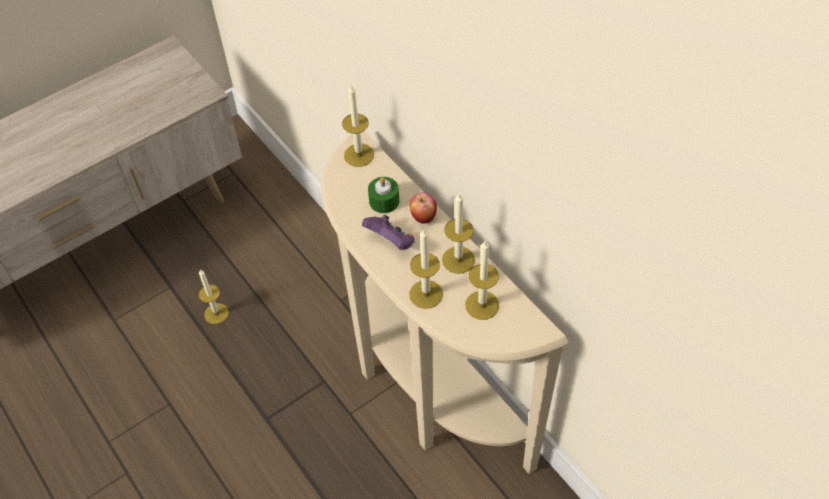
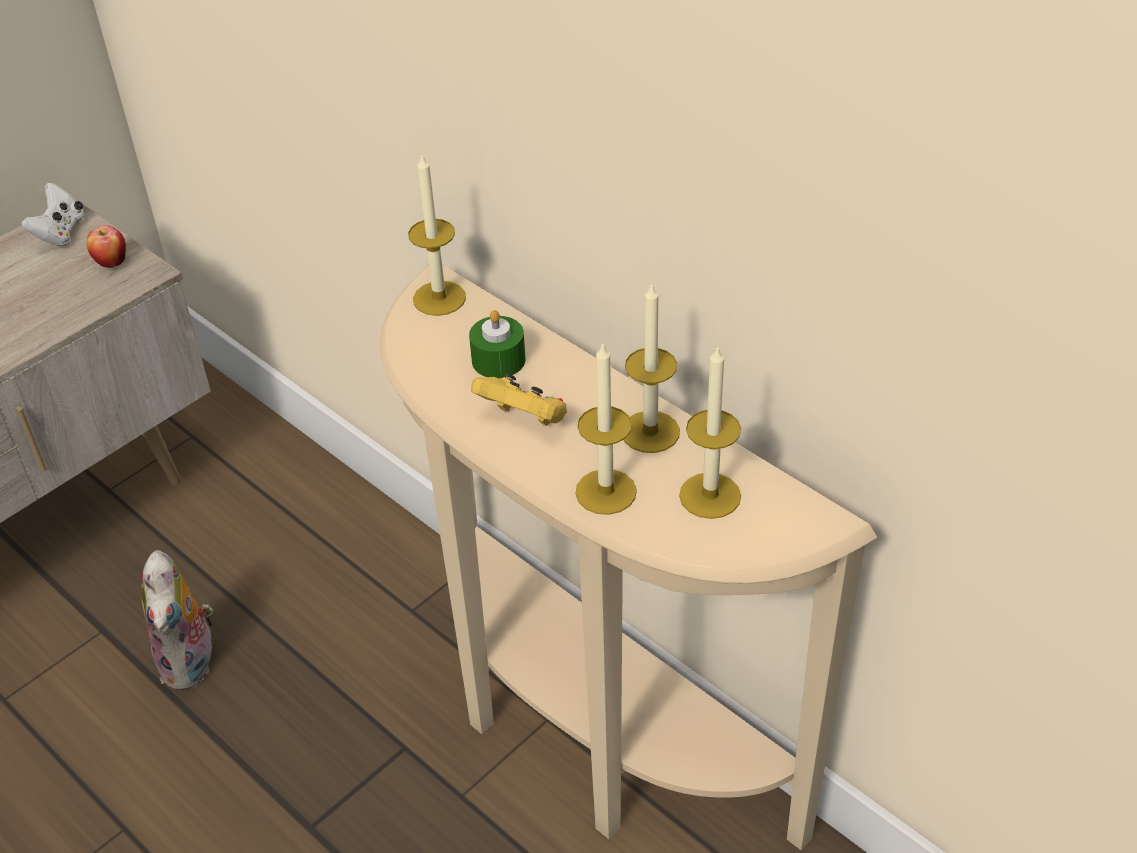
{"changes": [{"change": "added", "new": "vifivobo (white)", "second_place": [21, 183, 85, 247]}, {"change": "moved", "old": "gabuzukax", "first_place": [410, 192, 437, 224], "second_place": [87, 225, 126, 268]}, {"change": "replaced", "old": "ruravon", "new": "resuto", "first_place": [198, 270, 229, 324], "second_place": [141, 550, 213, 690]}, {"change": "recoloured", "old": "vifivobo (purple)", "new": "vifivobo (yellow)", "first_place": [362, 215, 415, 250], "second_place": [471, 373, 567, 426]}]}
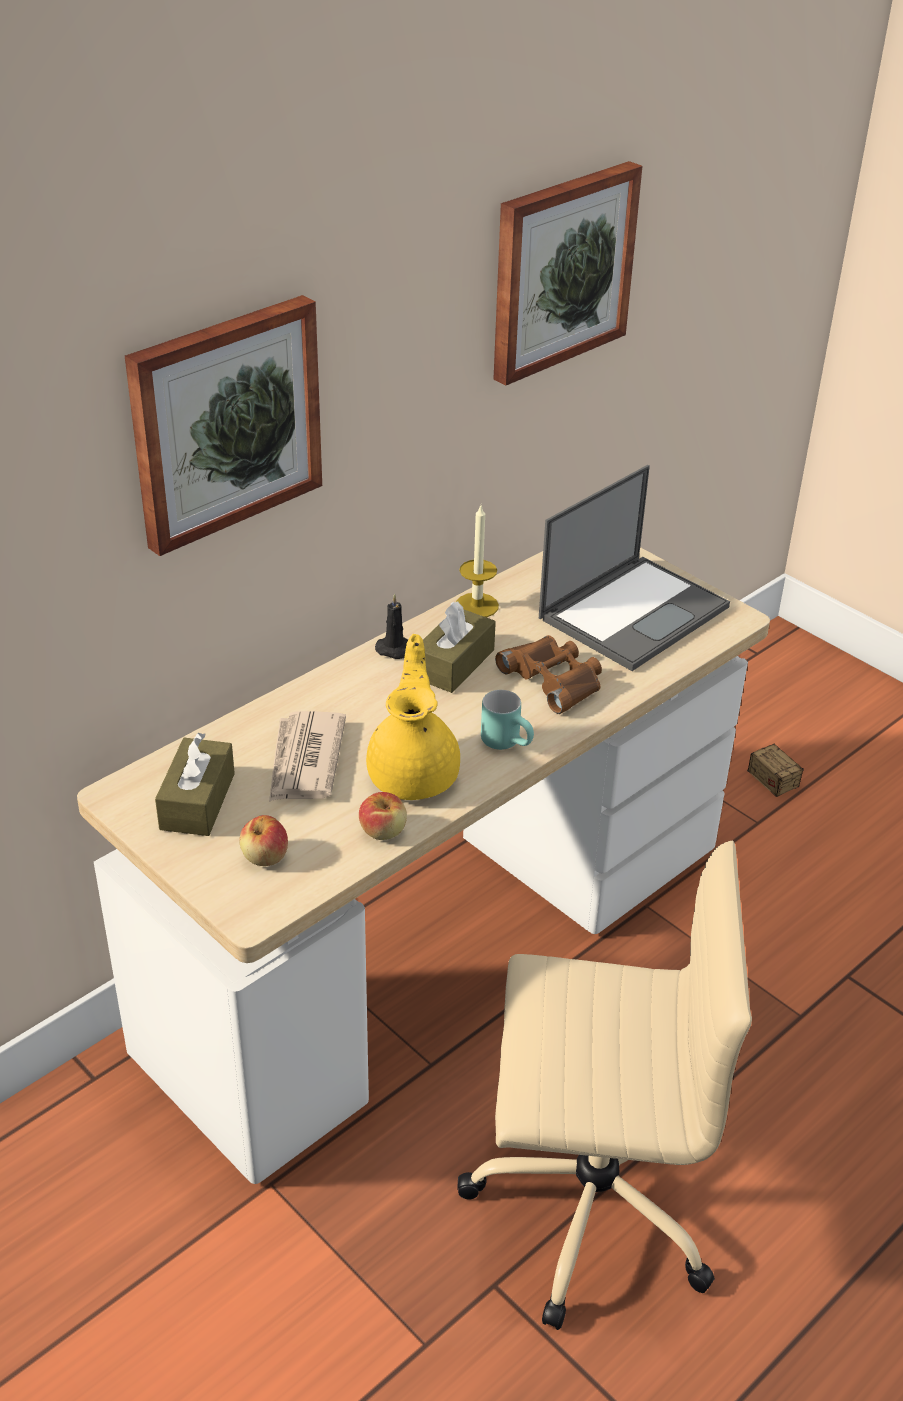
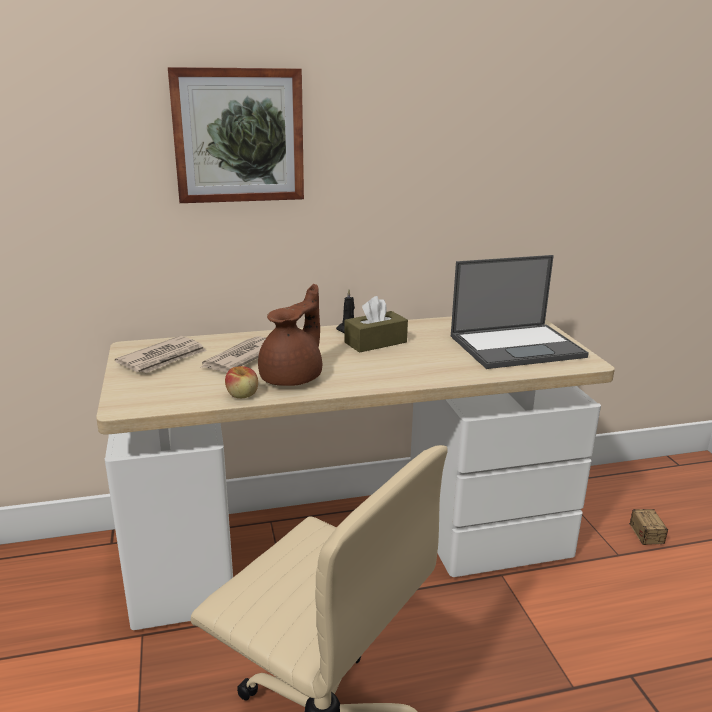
{"changes": [{"change": "replaced", "old": "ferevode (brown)", "new": "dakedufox", "first_place": [155, 732, 235, 836], "second_place": [115, 336, 207, 373]}, {"change": "recoloured", "old": "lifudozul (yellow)", "new": "lifudozul (brown)", "first_place": [366, 634, 460, 800], "second_place": [258, 284, 322, 386]}, {"change": "removed", "old": "gabuzukax", "first_place": [239, 815, 288, 866]}, {"change": "removed", "old": "ruravon", "first_place": [456, 506, 499, 617]}, {"change": "removed", "old": "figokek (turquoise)", "first_place": [481, 690, 534, 750]}, {"change": "removed", "old": "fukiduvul", "first_place": [493, 161, 642, 386]}, {"change": "removed", "old": "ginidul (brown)", "first_place": [495, 635, 602, 714]}]}
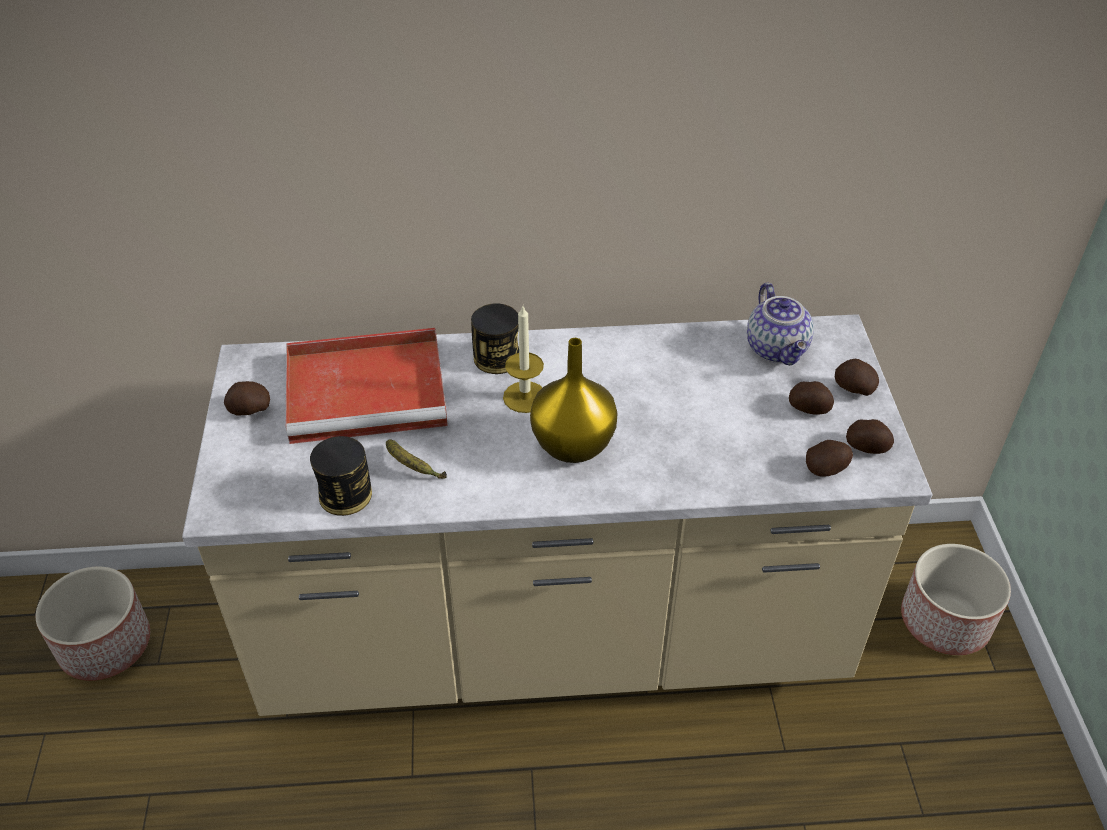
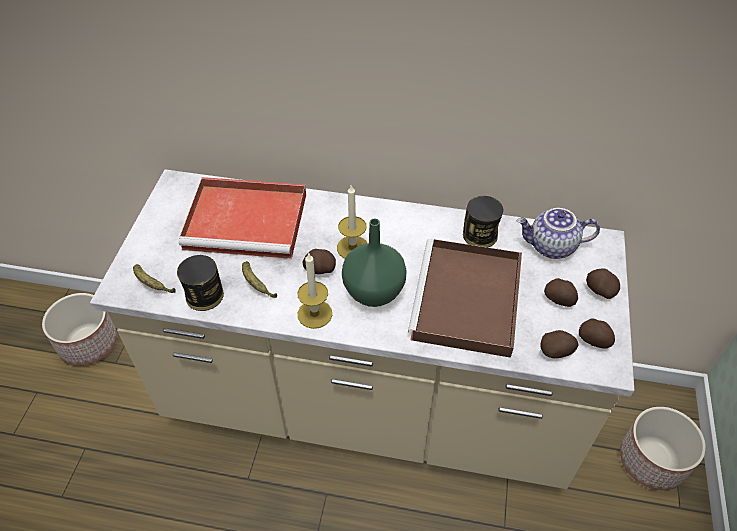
{"changes": [{"change": "added", "new": "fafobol", "second_place": [133, 264, 176, 293]}, {"change": "added", "new": "ruravon", "second_place": [297, 252, 332, 329]}, {"change": "moved", "old": "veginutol", "first_place": [224, 381, 270, 415], "second_place": [302, 249, 336, 274]}, {"change": "recoloured", "old": "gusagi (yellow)", "new": "gusagi (green)", "first_place": [530, 338, 618, 463], "second_place": [342, 218, 407, 307]}, {"change": "added", "new": "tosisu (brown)", "second_place": [408, 239, 522, 358]}, {"change": "moved", "old": "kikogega", "first_place": [471, 303, 519, 374], "second_place": [463, 196, 503, 247]}, {"change": "turned", "old": "lifudozul", "first_place": [747, 283, 814, 365], "second_place": [517, 208, 600, 259], "degrees": 90}]}
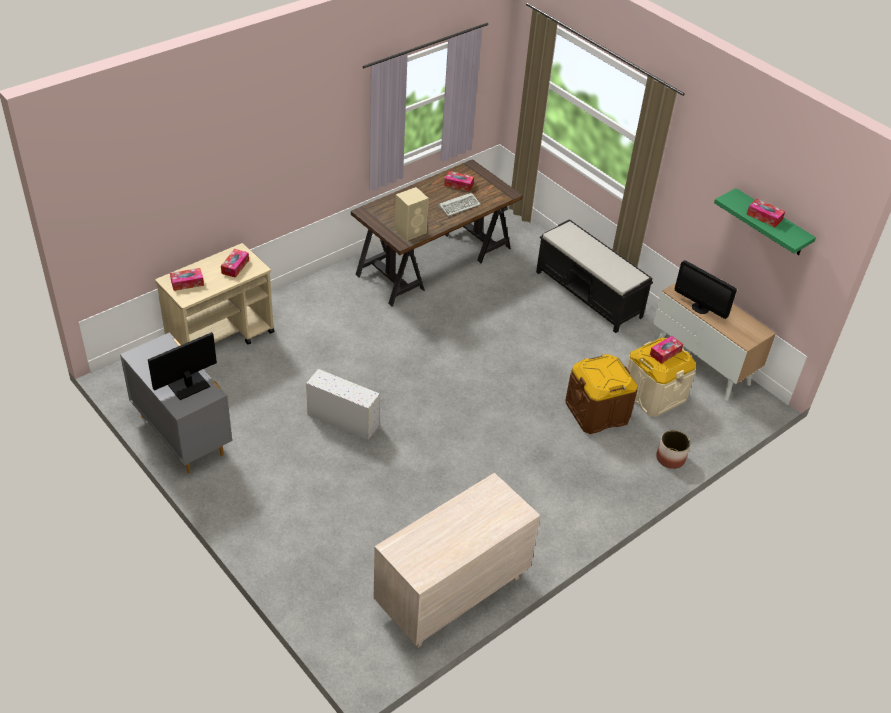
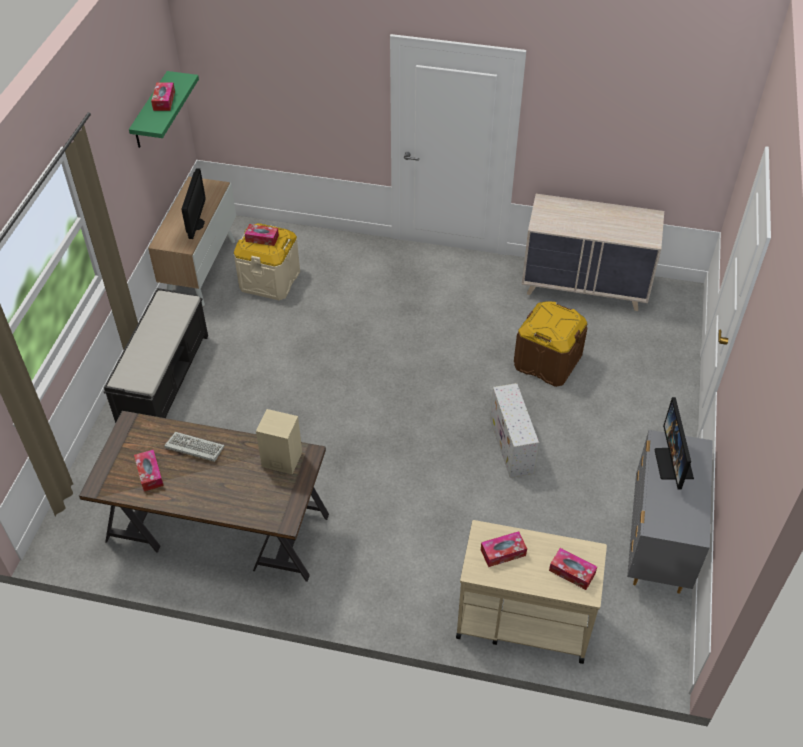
{"changes": [{"change": "moved", "old": "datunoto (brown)", "first_place": [565, 354, 638, 434], "second_place": [514, 301, 587, 387]}, {"change": "turned", "old": "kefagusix", "first_place": [148, 332, 217, 400], "second_place": [655, 397, 694, 490], "degrees": 75}, {"change": "removed", "old": "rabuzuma", "first_place": [656, 430, 690, 469]}]}
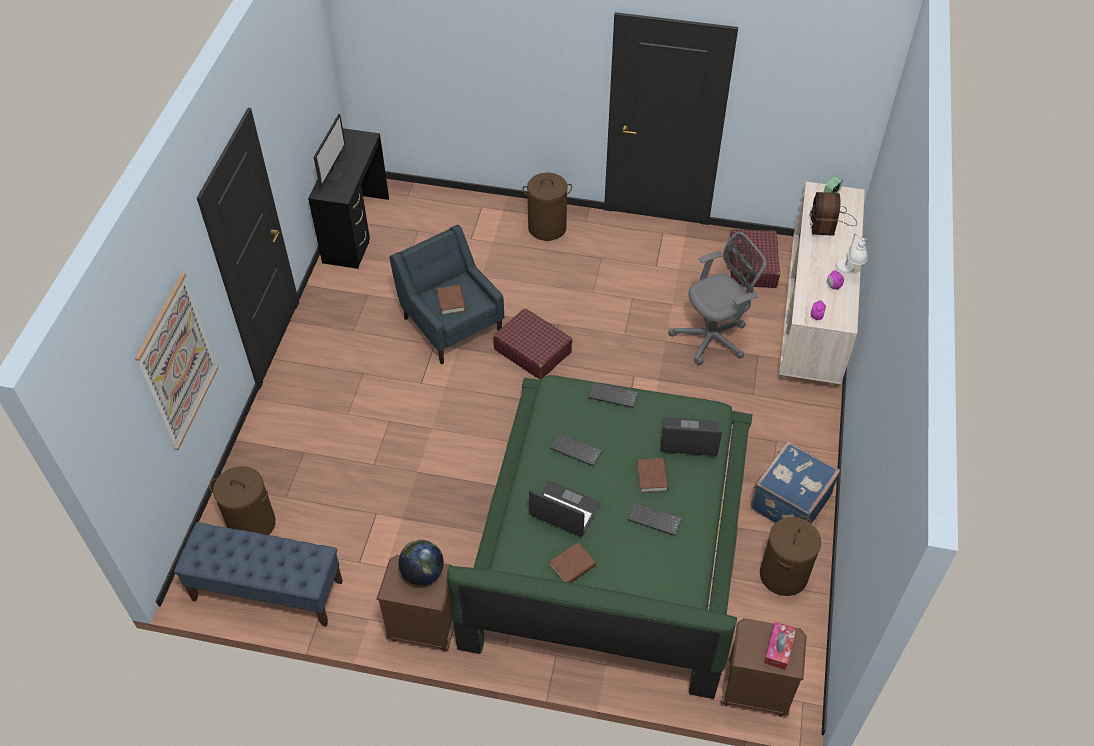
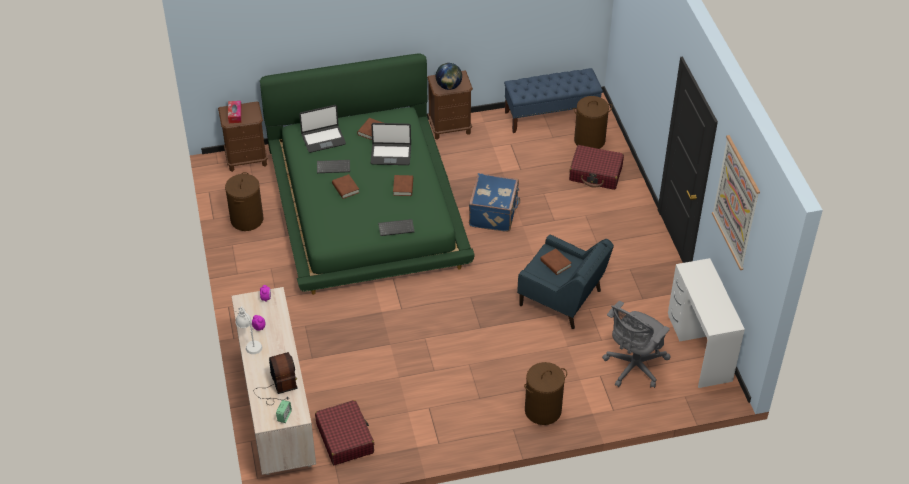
{"changes": [{"change": "moved", "old": "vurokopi", "first_place": [660, 417, 722, 456], "second_place": [299, 105, 346, 153]}, {"change": "replaced", "old": "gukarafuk", "new": "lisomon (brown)", "first_place": [550, 433, 602, 466], "second_place": [393, 175, 413, 196]}, {"change": "moved", "old": "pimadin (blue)", "first_place": [750, 441, 840, 523], "second_place": [469, 173, 520, 232]}, {"change": "moved", "old": "pimadin (red)", "first_place": [493, 308, 573, 380], "second_place": [569, 145, 624, 190]}, {"change": "moved", "old": "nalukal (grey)", "first_place": [668, 232, 767, 365], "second_place": [602, 301, 670, 388]}, {"change": "recoloured", "old": "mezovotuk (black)", "new": "mezovotuk (white)", "first_place": [308, 128, 389, 269], "second_place": [668, 258, 745, 388]}, {"change": "moved", "old": "fukiduvul", "first_place": [135, 273, 219, 450], "second_place": [712, 135, 760, 270]}, {"change": "removed", "old": "kefagusix", "first_place": [314, 114, 347, 187]}]}
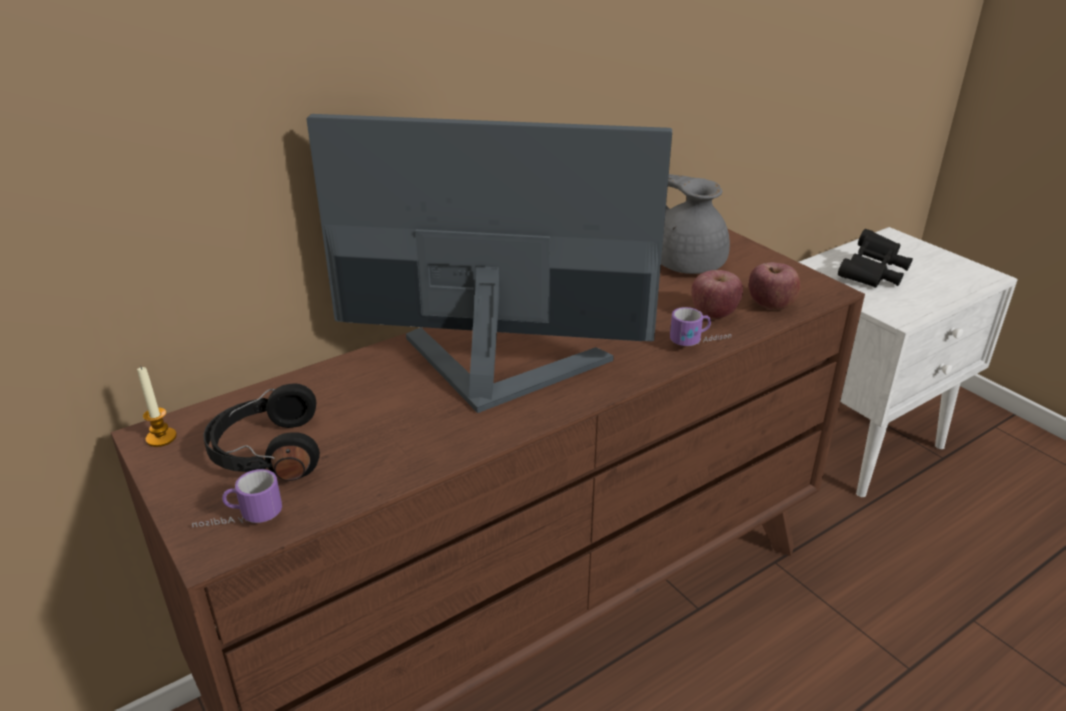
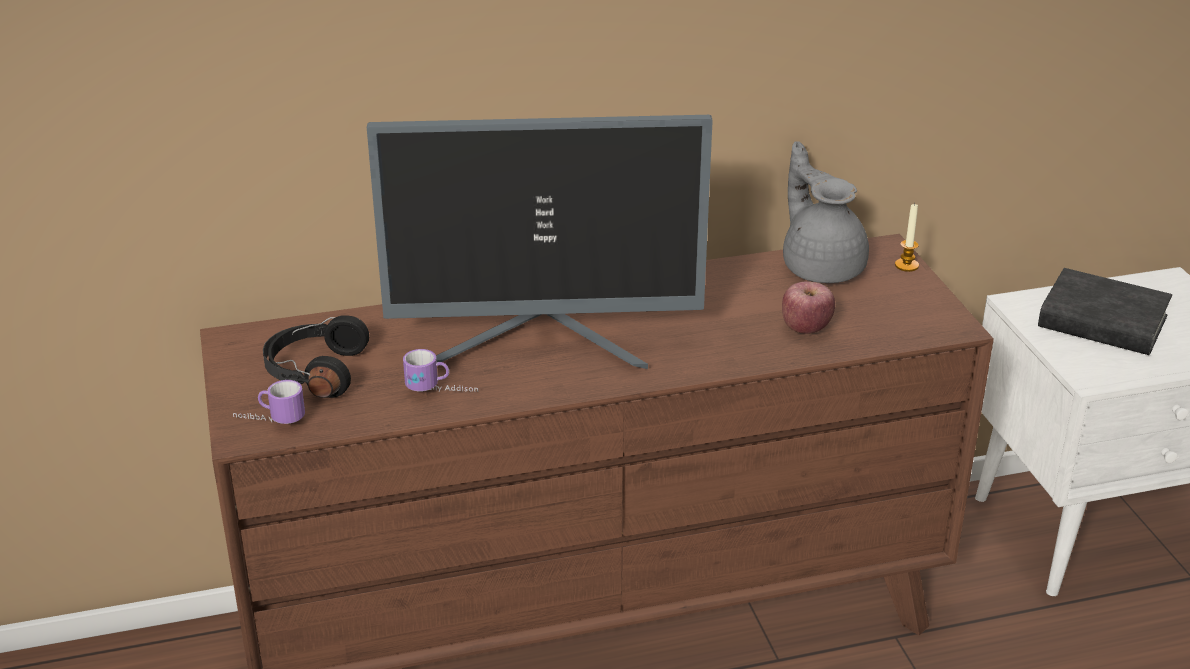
{"changes": [{"change": "turned", "old": "kefagusix", "first_place": [306, 114, 672, 413], "second_place": [367, 115, 713, 369], "degrees": 150}, {"change": "moved", "old": "figokek", "first_place": [670, 307, 731, 346], "second_place": [403, 349, 478, 392]}, {"change": "moved", "old": "ruravon", "first_place": [137, 367, 177, 447], "second_place": [895, 203, 919, 272]}, {"change": "replaced", "old": "ginidul (black)", "new": "lisomon (black)", "first_place": [838, 229, 913, 288], "second_place": [1038, 268, 1172, 355]}, {"change": "removed", "old": "gabuzukax", "first_place": [749, 262, 800, 310]}]}
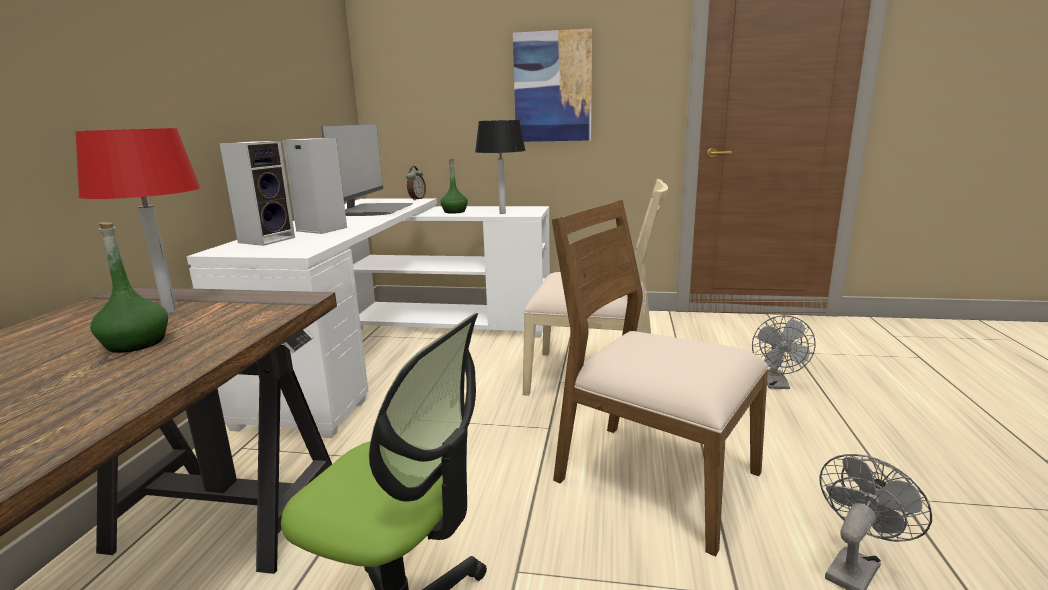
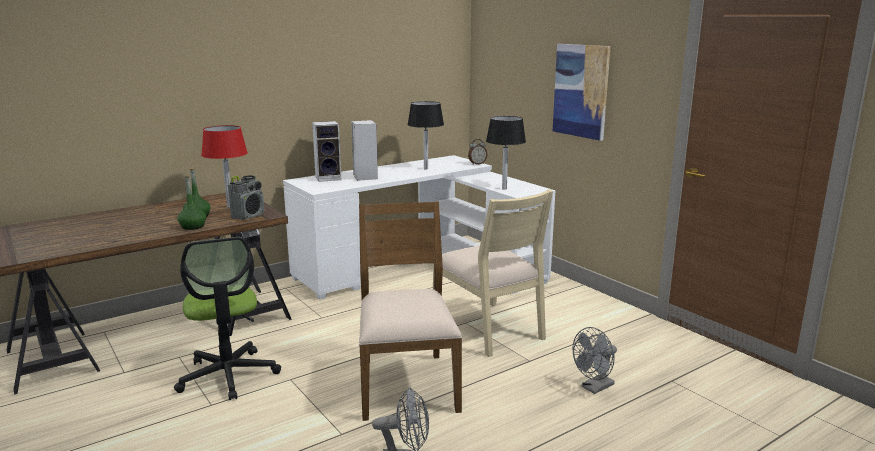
{"changes": [{"change": "moved", "old": "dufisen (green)", "first_place": [440, 159, 468, 214], "second_place": [177, 176, 206, 230]}, {"change": "added", "new": "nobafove", "second_place": [228, 175, 264, 220]}, {"change": "replaced", "old": "kefagusix", "new": "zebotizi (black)", "first_place": [321, 124, 414, 216], "second_place": [407, 101, 444, 169]}]}
